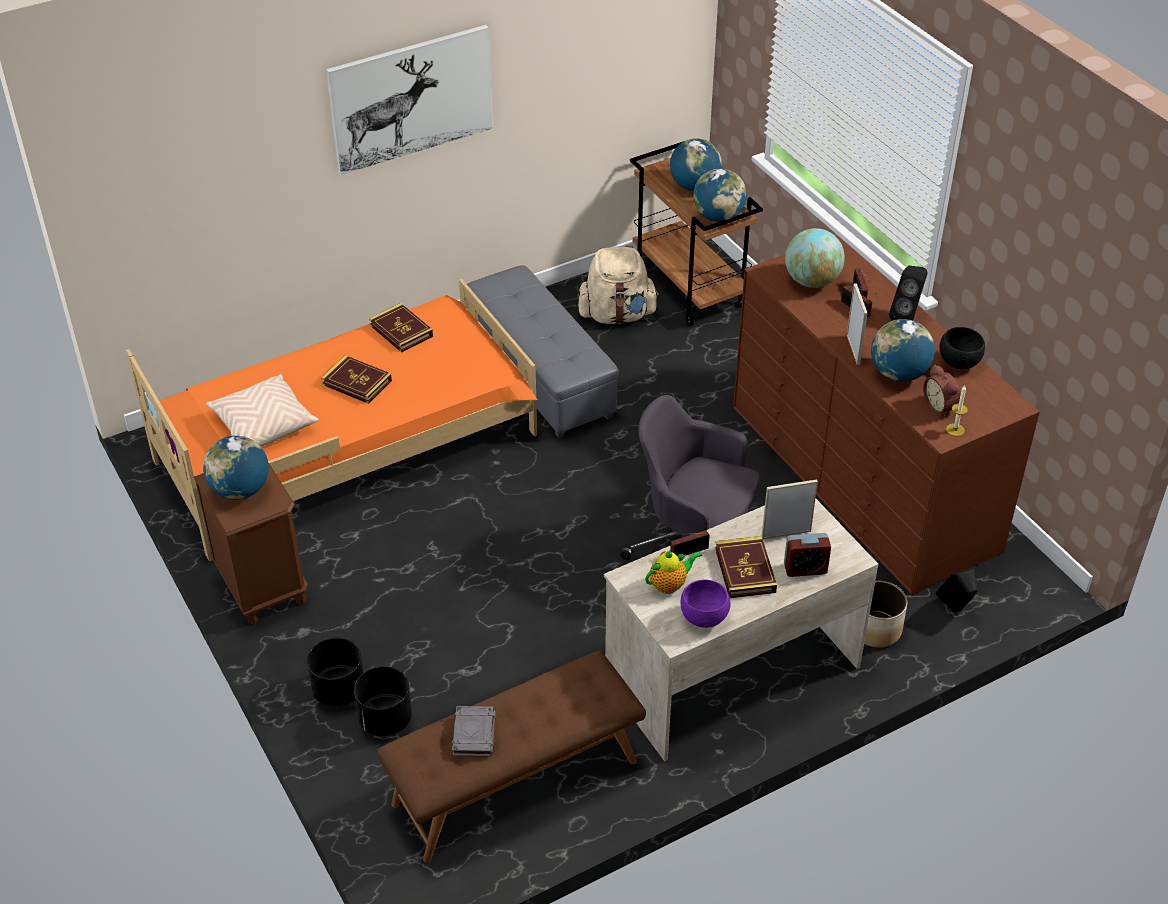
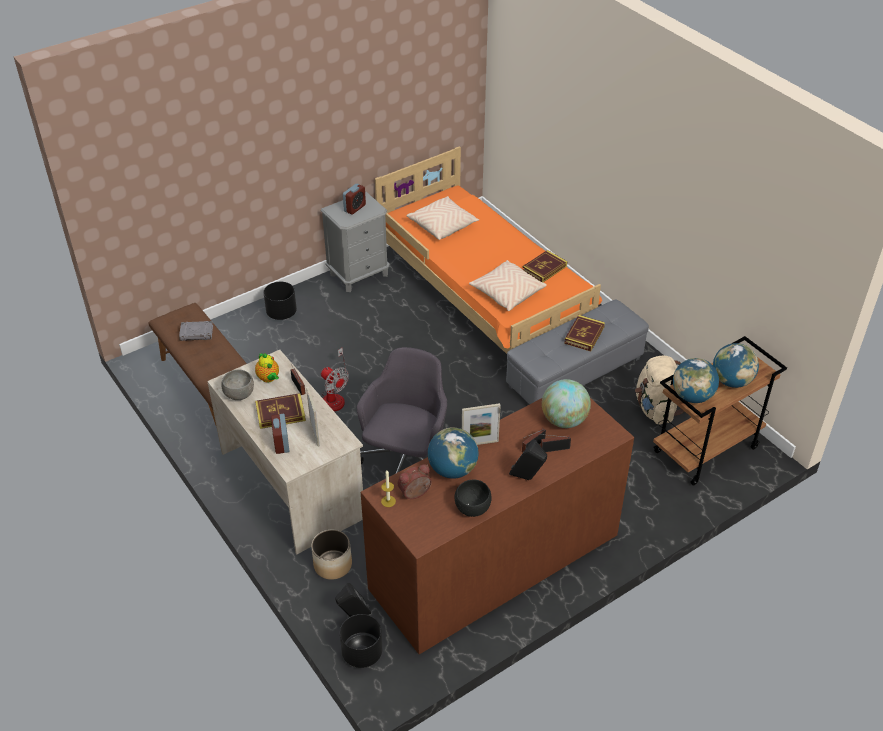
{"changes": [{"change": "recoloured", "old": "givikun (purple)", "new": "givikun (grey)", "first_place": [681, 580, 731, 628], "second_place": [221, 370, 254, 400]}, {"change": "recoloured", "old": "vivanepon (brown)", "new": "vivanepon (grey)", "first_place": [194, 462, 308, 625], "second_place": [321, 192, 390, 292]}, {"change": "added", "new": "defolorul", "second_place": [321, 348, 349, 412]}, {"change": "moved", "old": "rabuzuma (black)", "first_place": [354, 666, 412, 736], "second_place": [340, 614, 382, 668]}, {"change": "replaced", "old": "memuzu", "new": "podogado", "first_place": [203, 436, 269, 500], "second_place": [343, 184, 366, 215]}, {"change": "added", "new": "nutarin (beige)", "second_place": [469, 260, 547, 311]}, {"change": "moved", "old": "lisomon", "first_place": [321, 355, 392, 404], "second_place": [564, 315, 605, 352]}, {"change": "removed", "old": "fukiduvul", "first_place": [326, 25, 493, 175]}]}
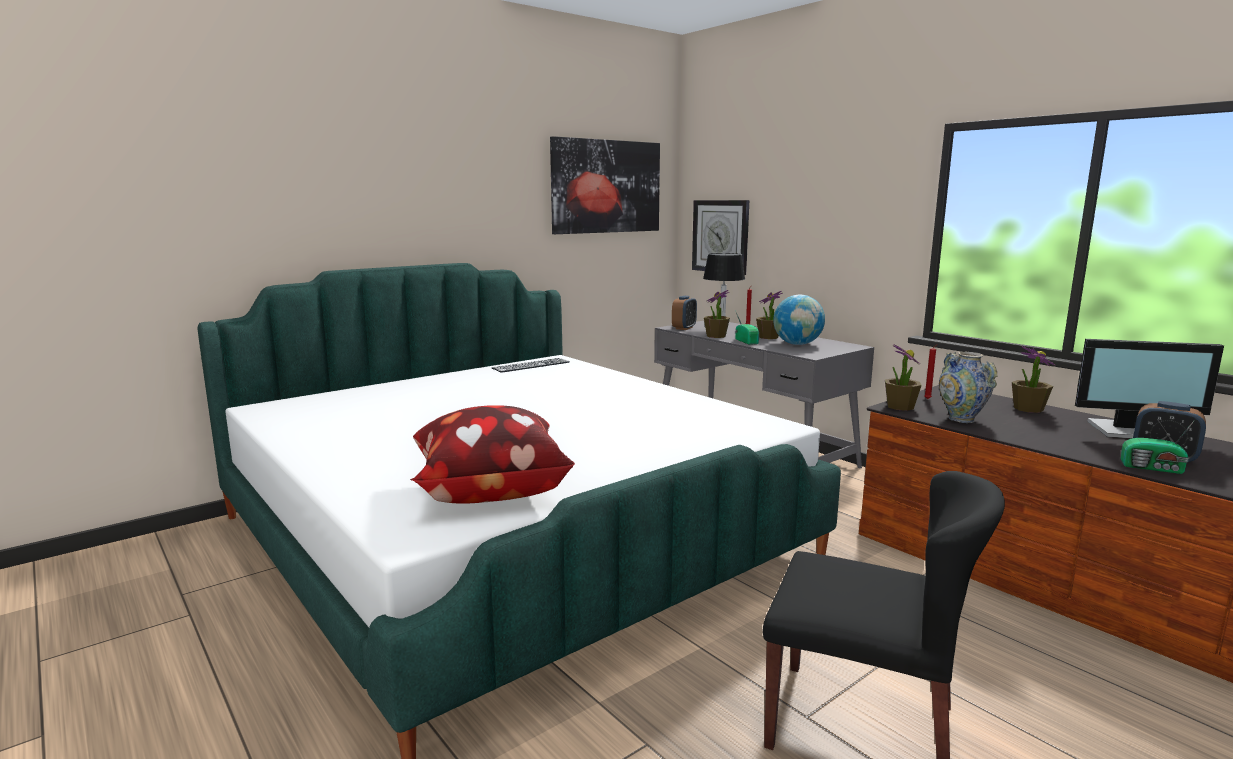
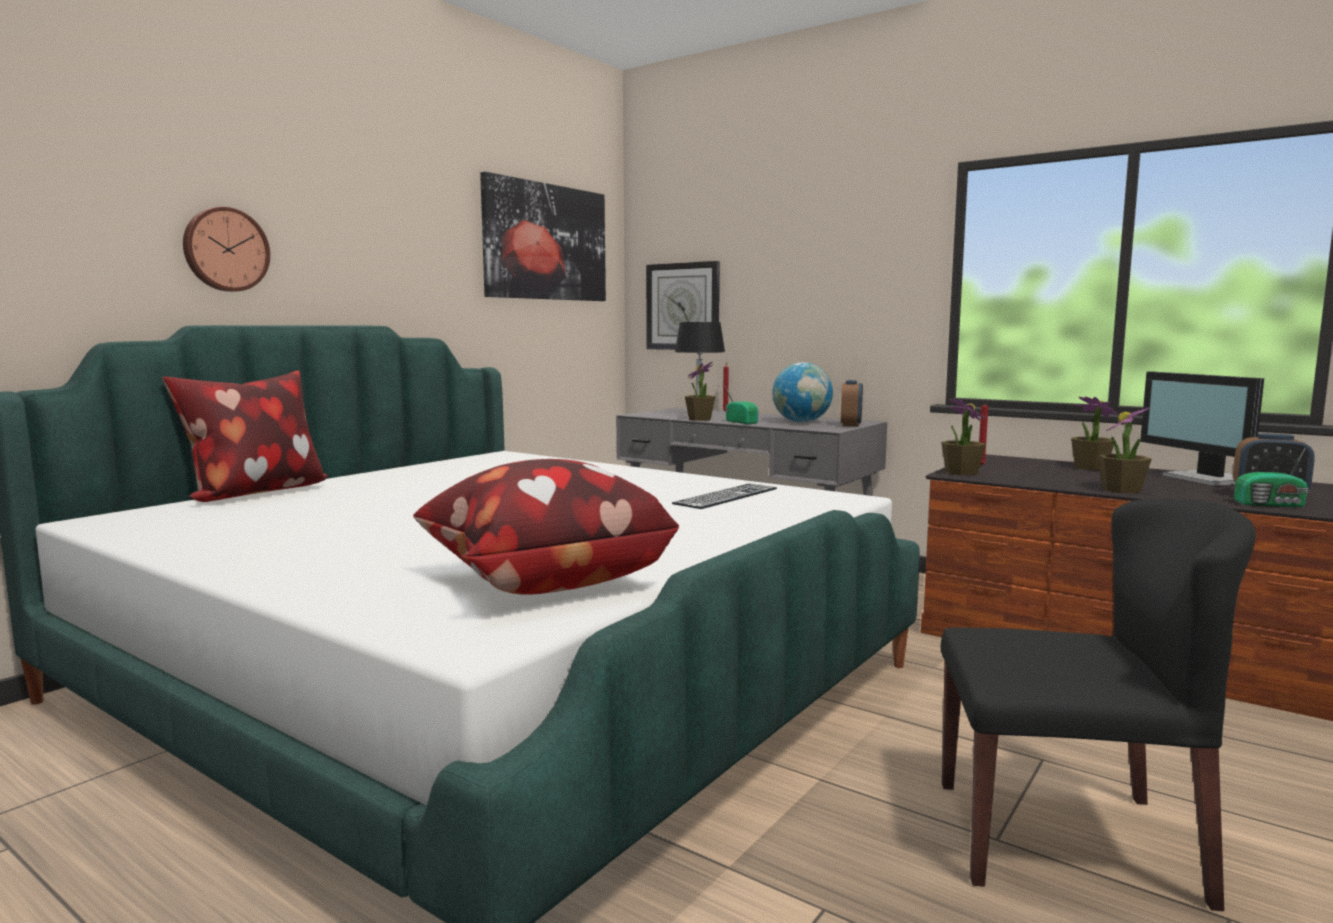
{"changes": [{"change": "added", "new": "nutarin", "second_place": [162, 371, 328, 502]}, {"change": "added", "new": "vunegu", "second_place": [183, 207, 270, 292]}, {"change": "moved", "old": "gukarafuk", "first_place": [492, 358, 570, 373], "second_place": [672, 484, 777, 509]}, {"change": "moved", "old": "podogado", "first_place": [672, 296, 697, 330], "second_place": [841, 380, 863, 426]}, {"change": "moved", "old": "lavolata", "first_place": [756, 291, 783, 339], "second_place": [1098, 407, 1152, 493]}, {"change": "turned", "old": "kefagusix", "first_place": [1075, 339, 1224, 439], "second_place": [1140, 372, 1264, 486], "degrees": 75}, {"change": "removed", "old": "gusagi", "first_place": [939, 352, 998, 423]}]}
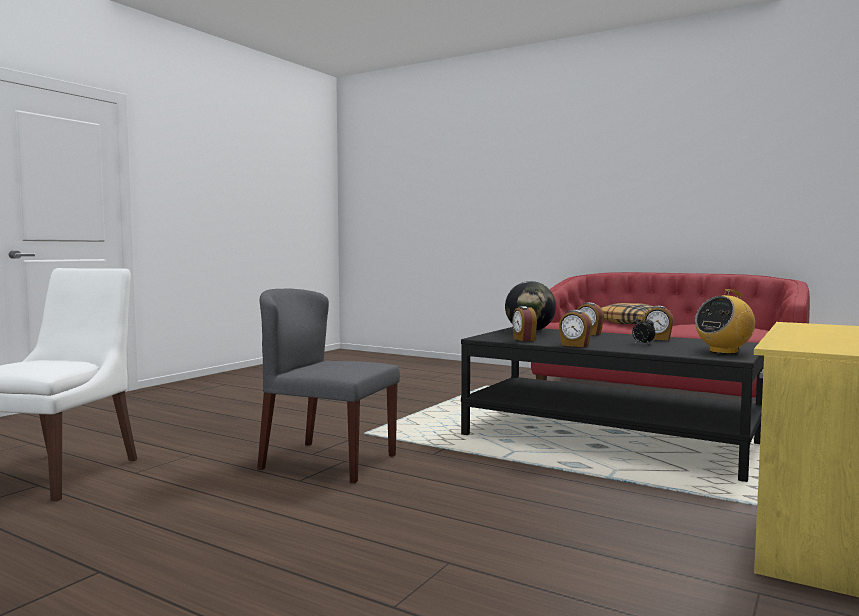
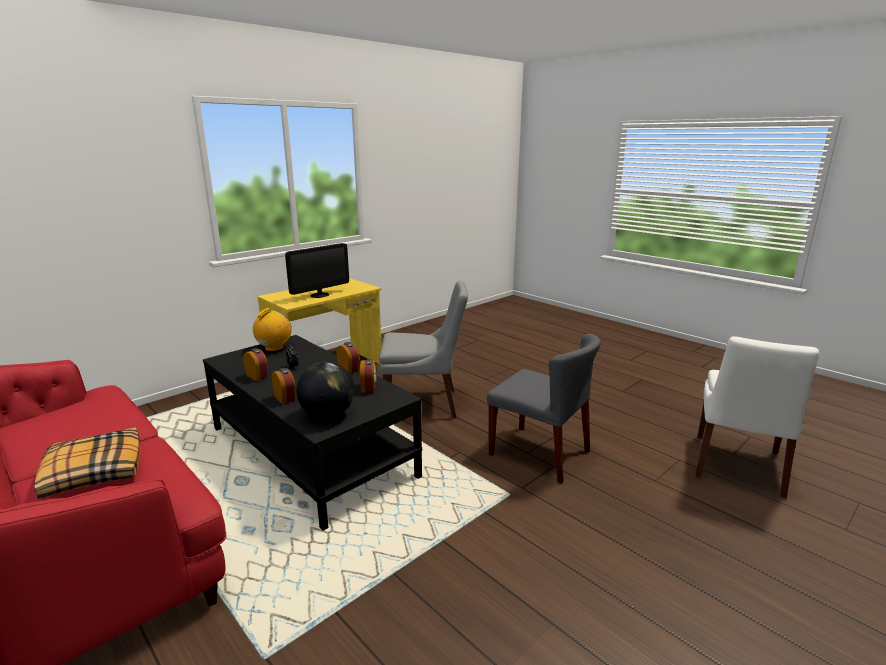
{"changes": [{"change": "turned", "old": "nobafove", "first_place": [695, 289, 755, 354], "second_place": [253, 308, 292, 351], "degrees": -45}, {"change": "added", "new": "kefagusix", "second_place": [285, 243, 349, 298]}, {"change": "added", "new": "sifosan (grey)", "second_place": [379, 281, 468, 418]}]}
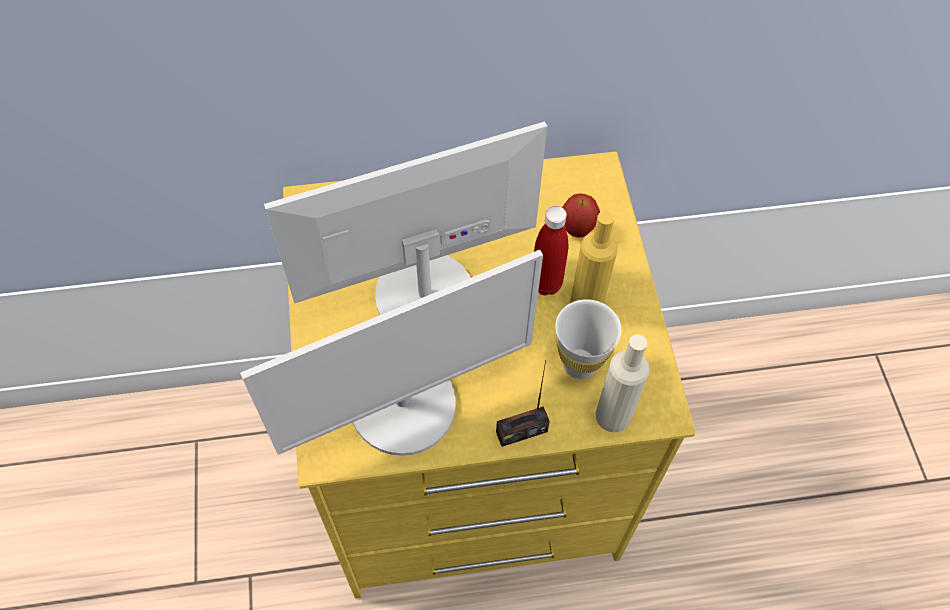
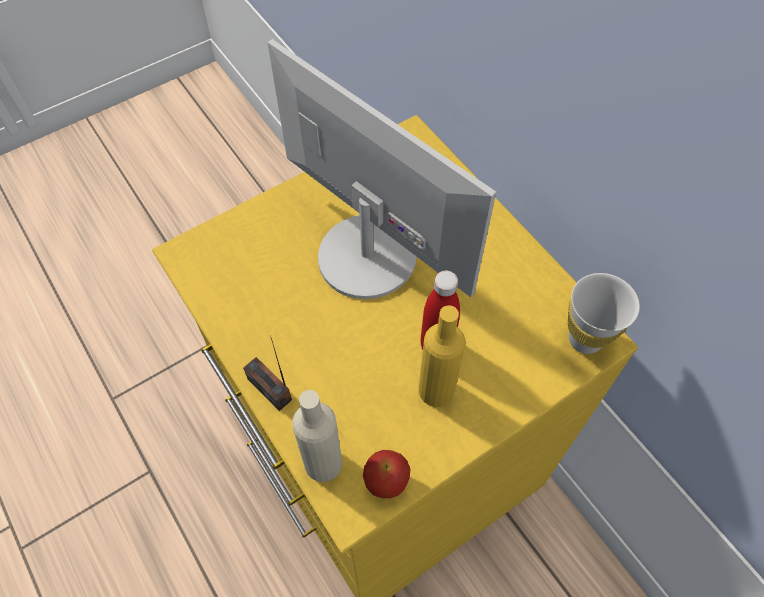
{"changes": [{"change": "moved", "old": "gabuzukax", "first_place": [562, 193, 600, 238], "second_place": [363, 450, 411, 498]}, {"change": "moved", "old": "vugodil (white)", "first_place": [555, 299, 622, 379], "second_place": [568, 273, 640, 354]}, {"change": "removed", "old": "kefagusix", "first_place": [240, 250, 543, 456]}]}
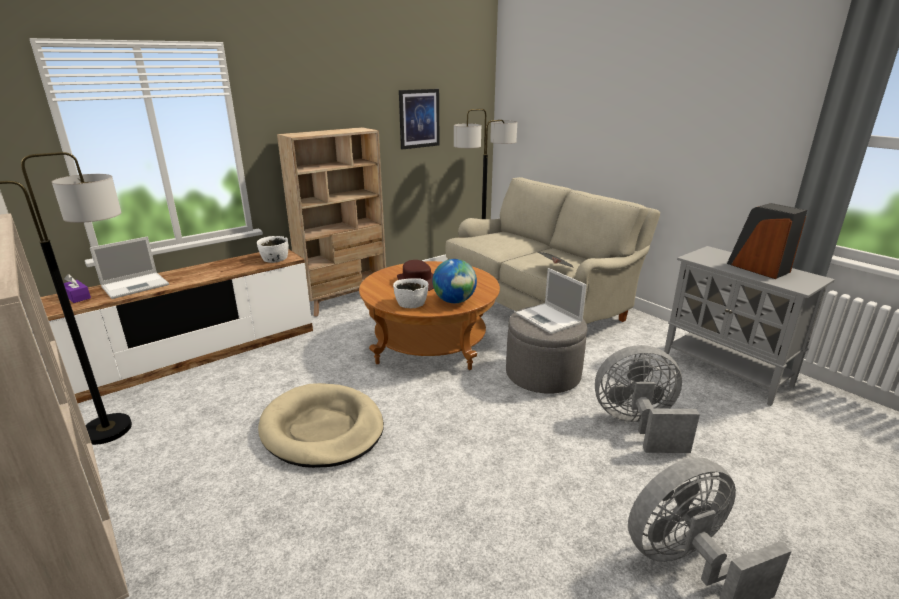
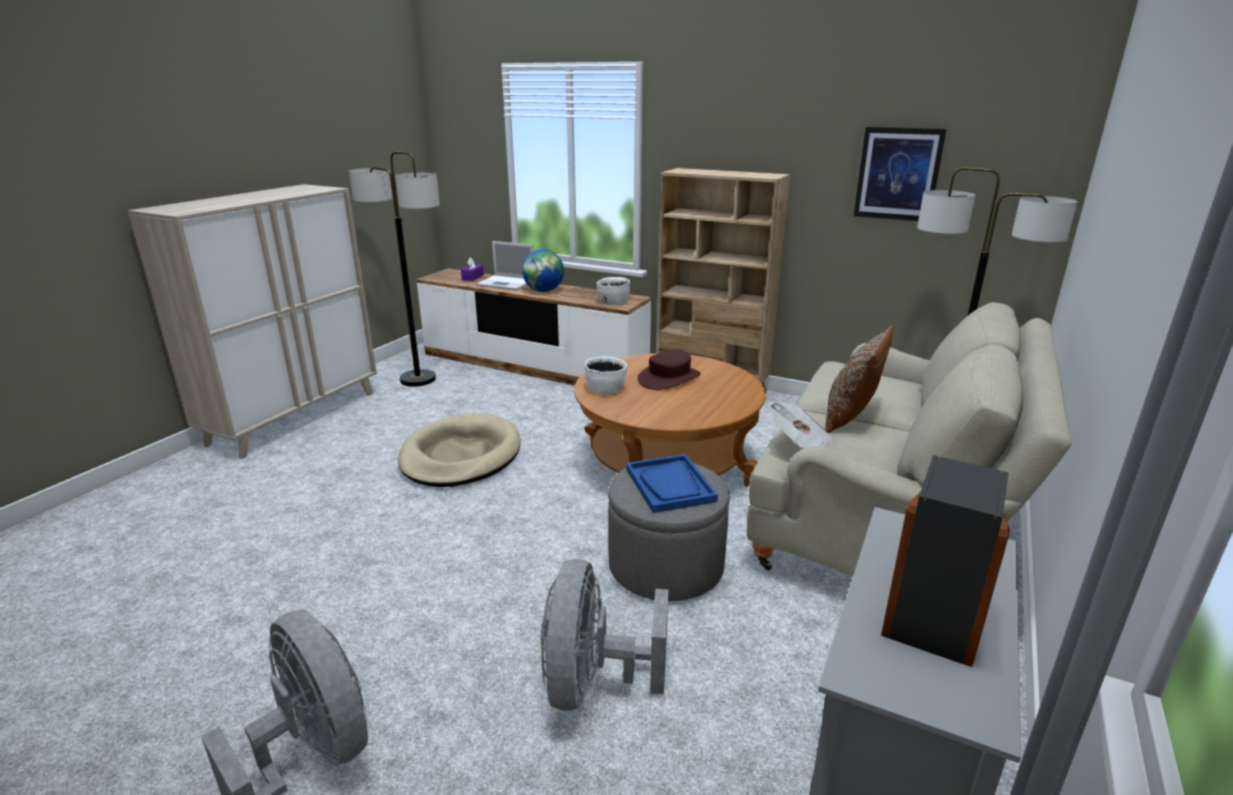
{"changes": [{"change": "moved", "old": "memuzu", "first_place": [432, 259, 477, 303], "second_place": [522, 249, 564, 292]}, {"change": "turned", "old": "defolorul (grey)", "first_place": [595, 345, 700, 453], "second_place": [540, 559, 669, 711], "degrees": -150}, {"change": "replaced", "old": "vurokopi", "new": "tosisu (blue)", "first_place": [516, 268, 587, 334], "second_place": [626, 454, 718, 513]}, {"change": "added", "new": "nutarin (brown)", "second_place": [826, 326, 893, 433]}]}
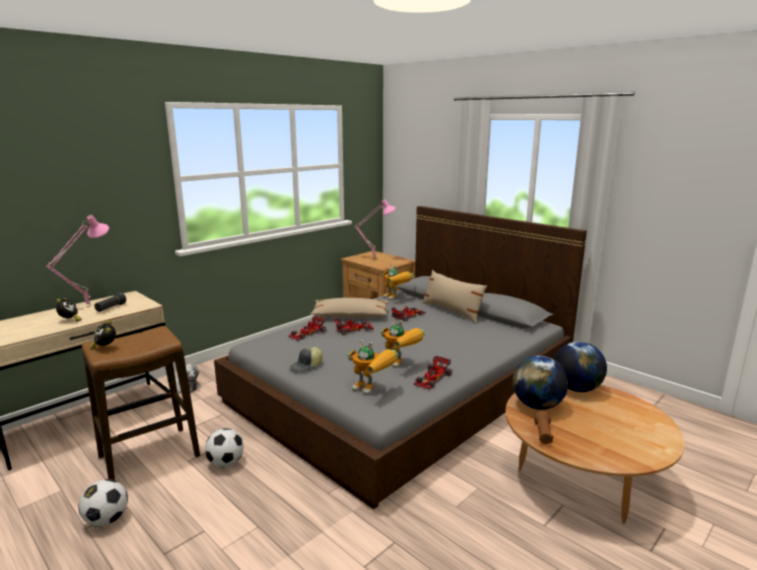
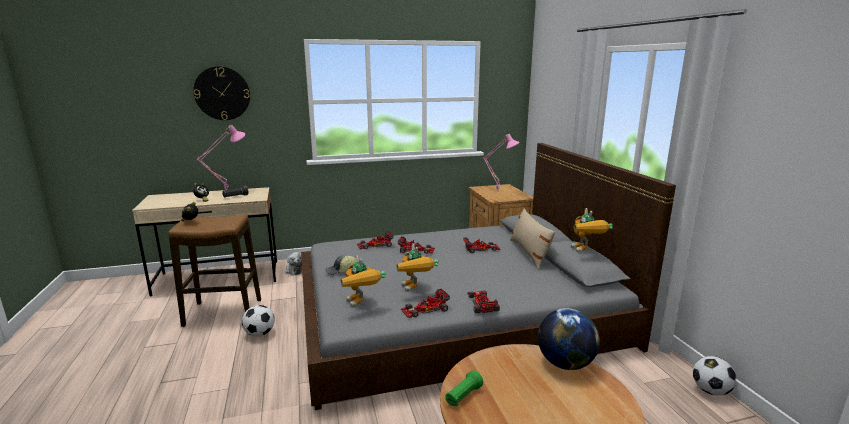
{"changes": [{"change": "added", "new": "vunegu", "second_place": [193, 66, 250, 120]}, {"change": "recoloured", "old": "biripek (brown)", "new": "biripek (green)", "first_place": [534, 411, 553, 444], "second_place": [445, 370, 483, 406]}, {"change": "added", "new": "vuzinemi", "second_place": [467, 290, 500, 313]}, {"change": "moved", "old": "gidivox", "first_place": [383, 264, 414, 301], "second_place": [571, 208, 613, 253]}, {"change": "moved", "old": "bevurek", "first_place": [78, 479, 128, 527], "second_place": [693, 356, 736, 396]}, {"change": "removed", "old": "nutarin (beige)", "first_place": [310, 298, 389, 318]}, {"change": "removed", "old": "memuzu", "first_place": [513, 356, 568, 410]}]}
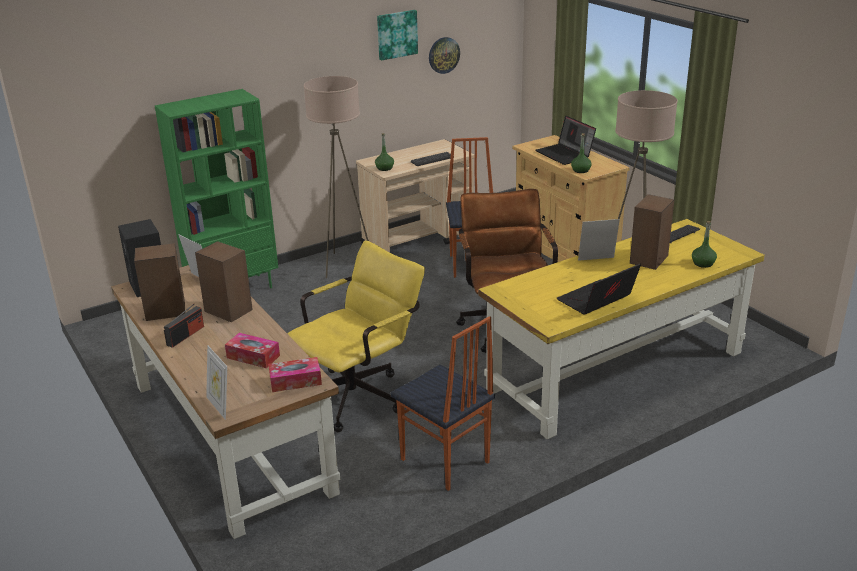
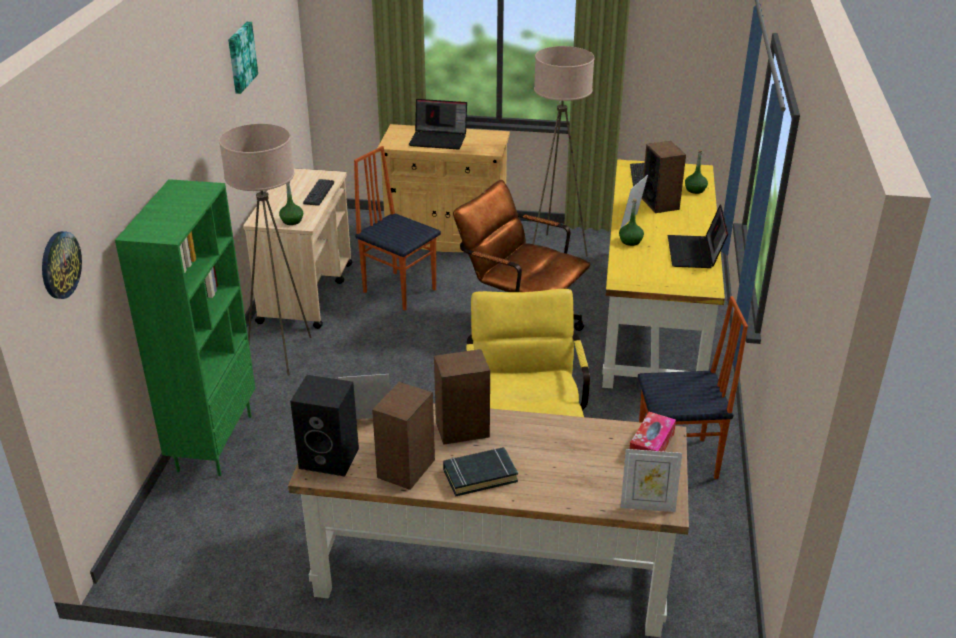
{"changes": [{"change": "moved", "old": "vunegu", "first_place": [429, 37, 460, 74], "second_place": [42, 231, 82, 299]}, {"change": "replaced", "old": "nobafove", "new": "lisomon (black)", "first_place": [164, 303, 204, 348], "second_place": [443, 447, 518, 497]}, {"change": "moved", "old": "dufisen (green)", "first_place": [571, 133, 592, 173], "second_place": [619, 198, 644, 246]}, {"change": "removed", "old": "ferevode", "first_place": [225, 333, 280, 368]}]}
